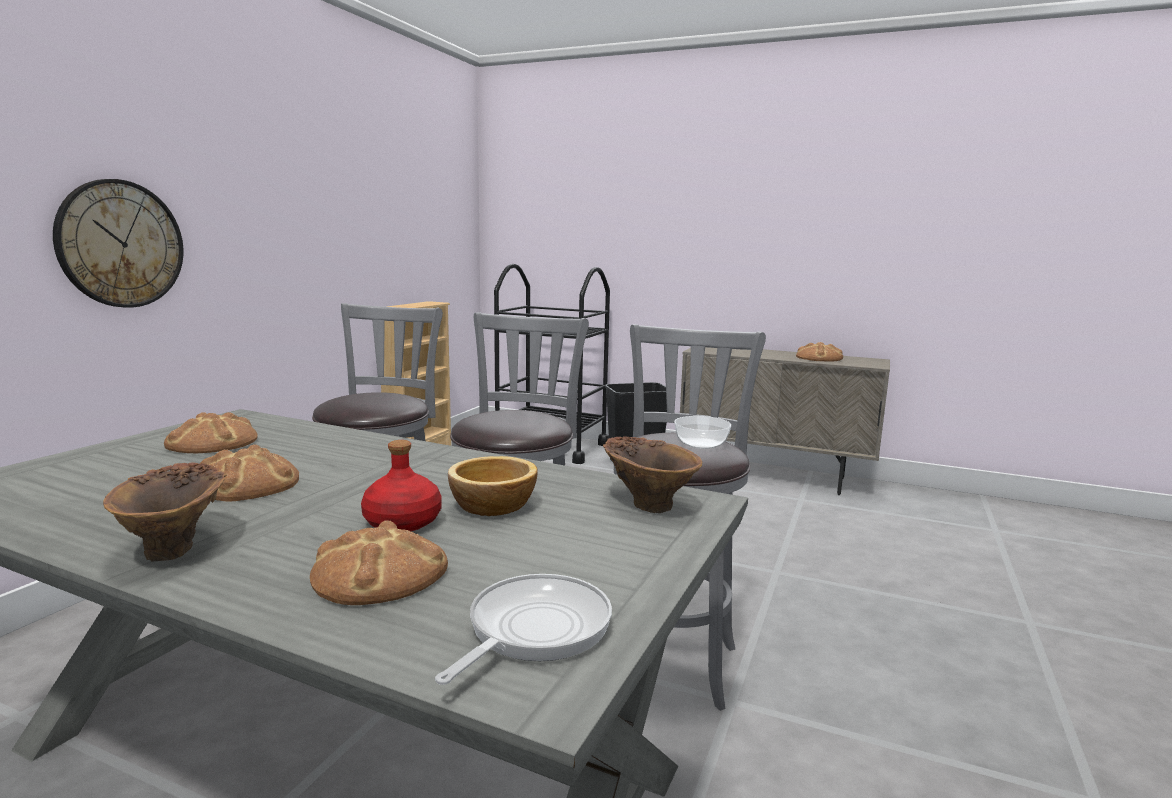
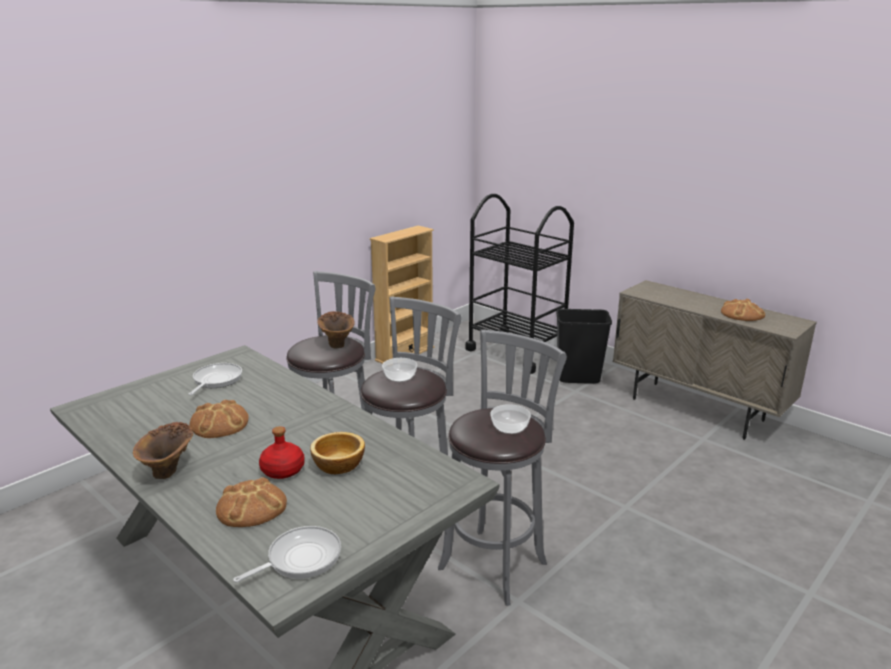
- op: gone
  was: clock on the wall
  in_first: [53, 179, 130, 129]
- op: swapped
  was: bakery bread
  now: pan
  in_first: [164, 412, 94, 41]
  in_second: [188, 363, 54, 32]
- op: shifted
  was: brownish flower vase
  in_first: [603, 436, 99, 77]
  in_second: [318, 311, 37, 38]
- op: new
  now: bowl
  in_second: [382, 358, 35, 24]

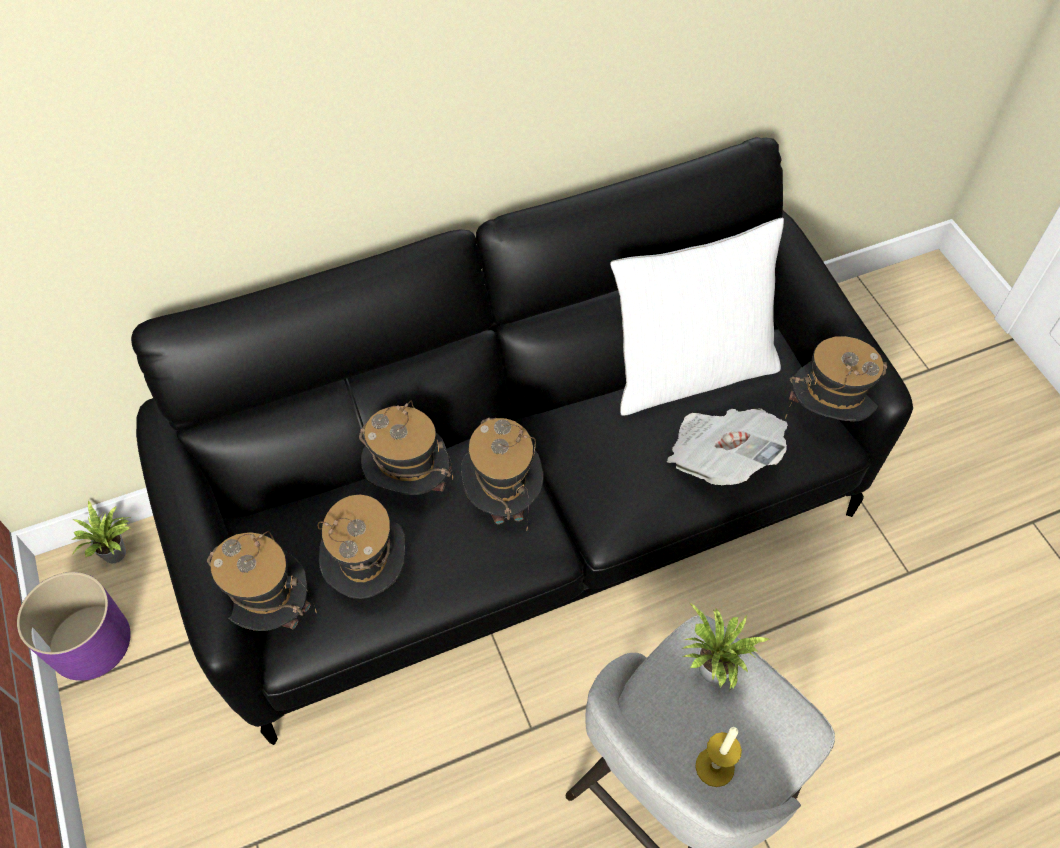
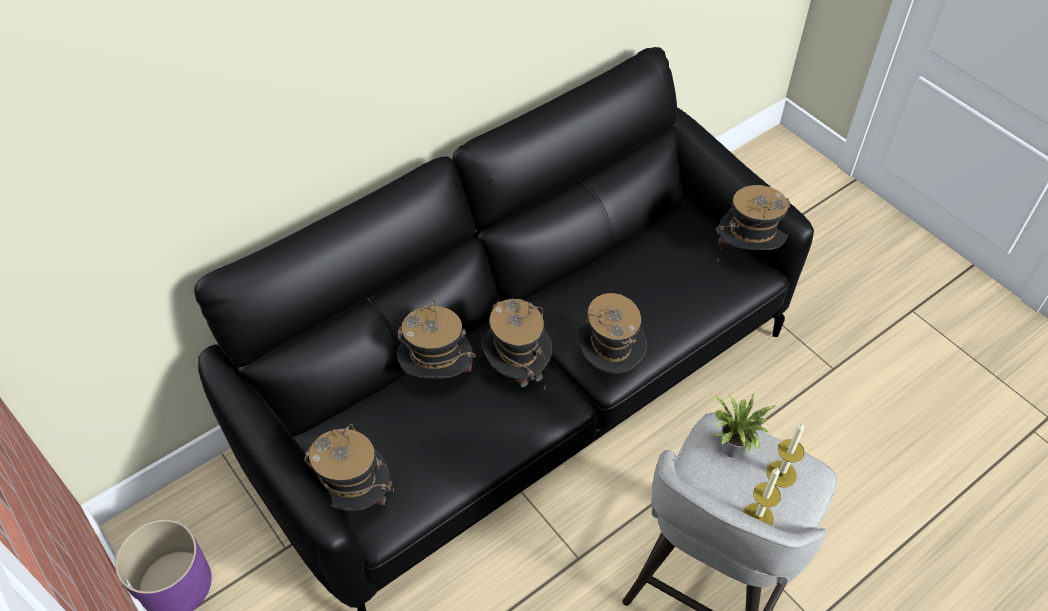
- op: gone
  was: plant in a pot
  in_first: [72, 500, 59, 63]
- op: shifted
  was: hat
  in_first: [318, 495, 88, 104]
  in_second: [577, 293, 70, 81]
- op: gone
  was: white throw pillow
  in_first: [610, 218, 174, 198]
- op: gone
  was: printed paper
  in_first: [667, 408, 121, 77]
- op: new
  now: wax candle
  in_second: [766, 422, 39, 65]

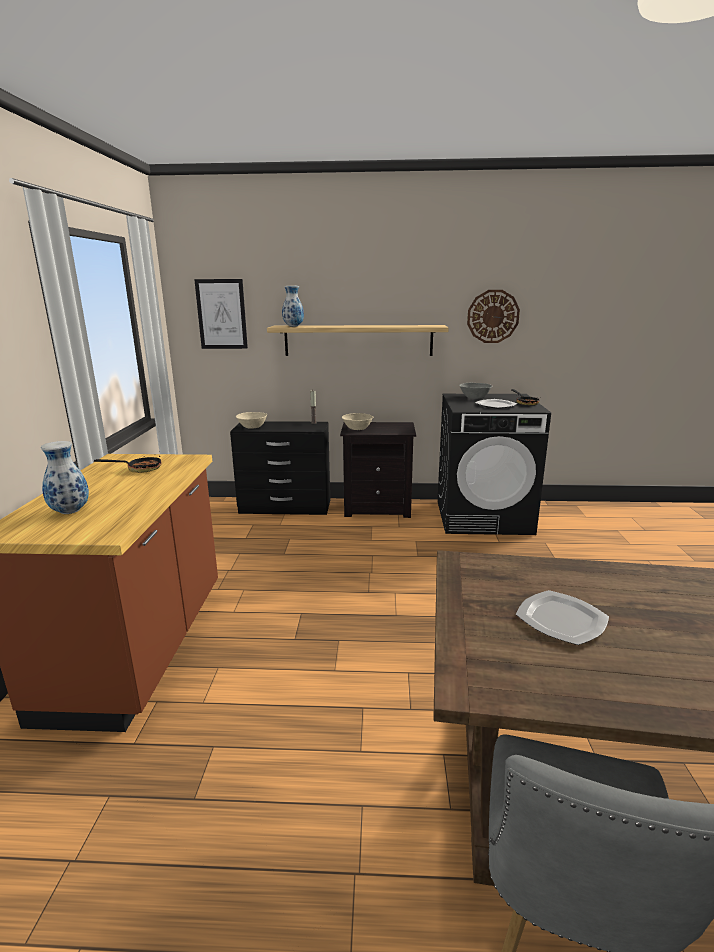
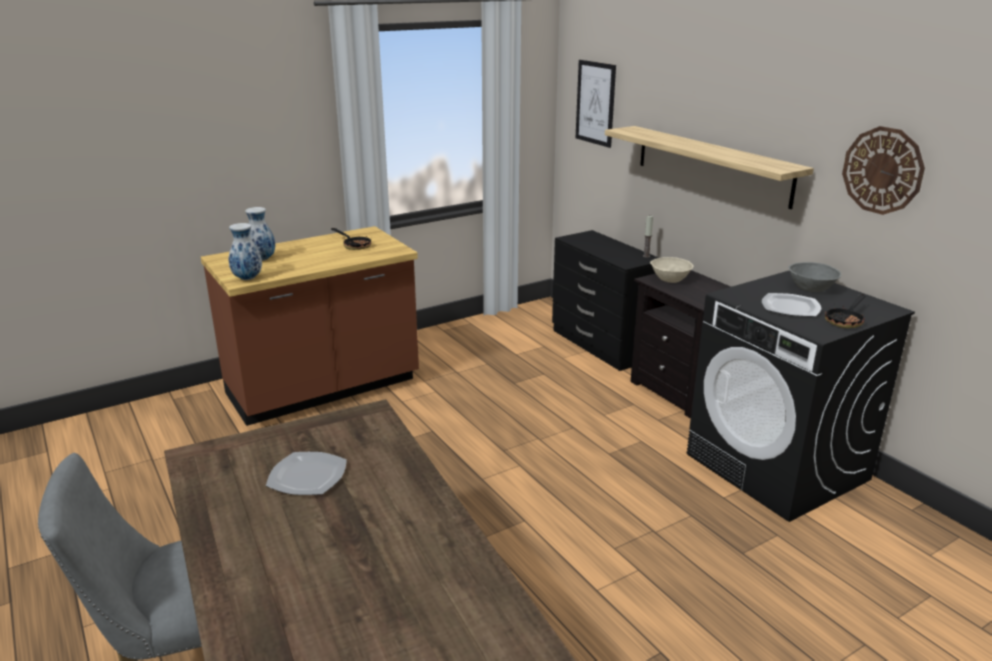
- op: gone
  was: beige-coloured bowl
  in_first: [236, 412, 32, 17]
- op: shifted
  was: flower vase
  in_first: [282, 286, 22, 41]
  in_second: [229, 223, 33, 57]

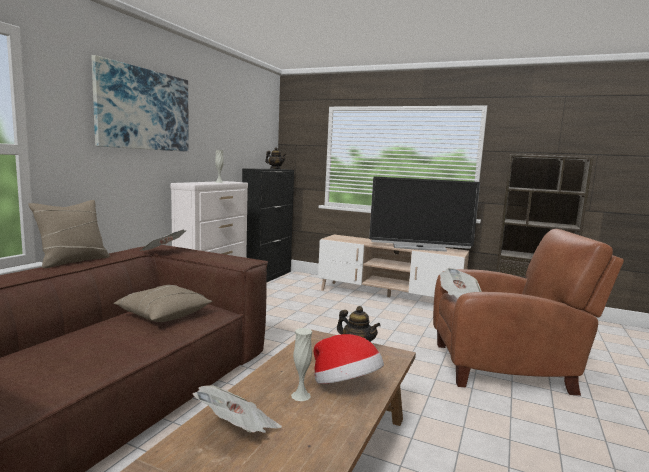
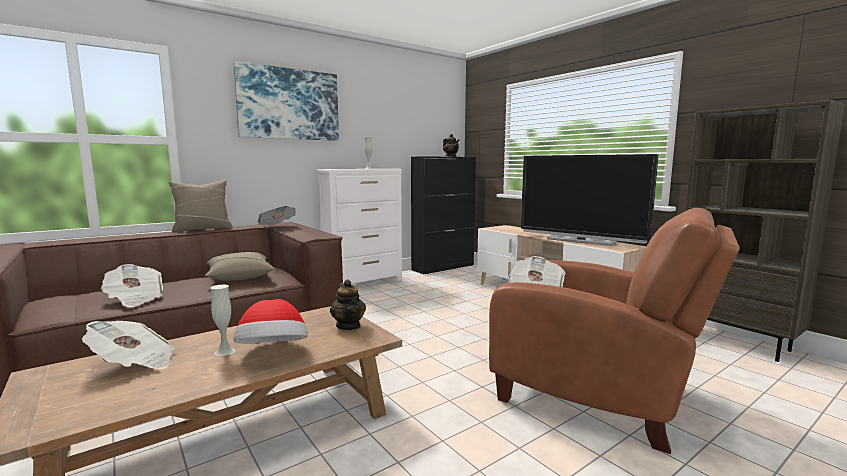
- op: new
  now: printed paper
  in_second: [101, 264, 62, 43]

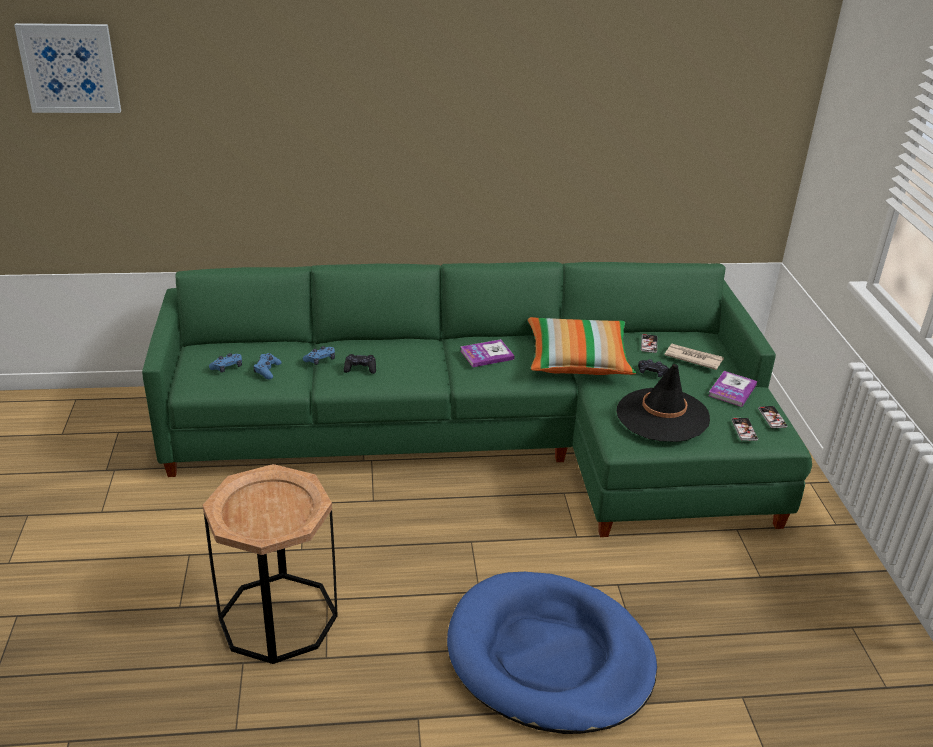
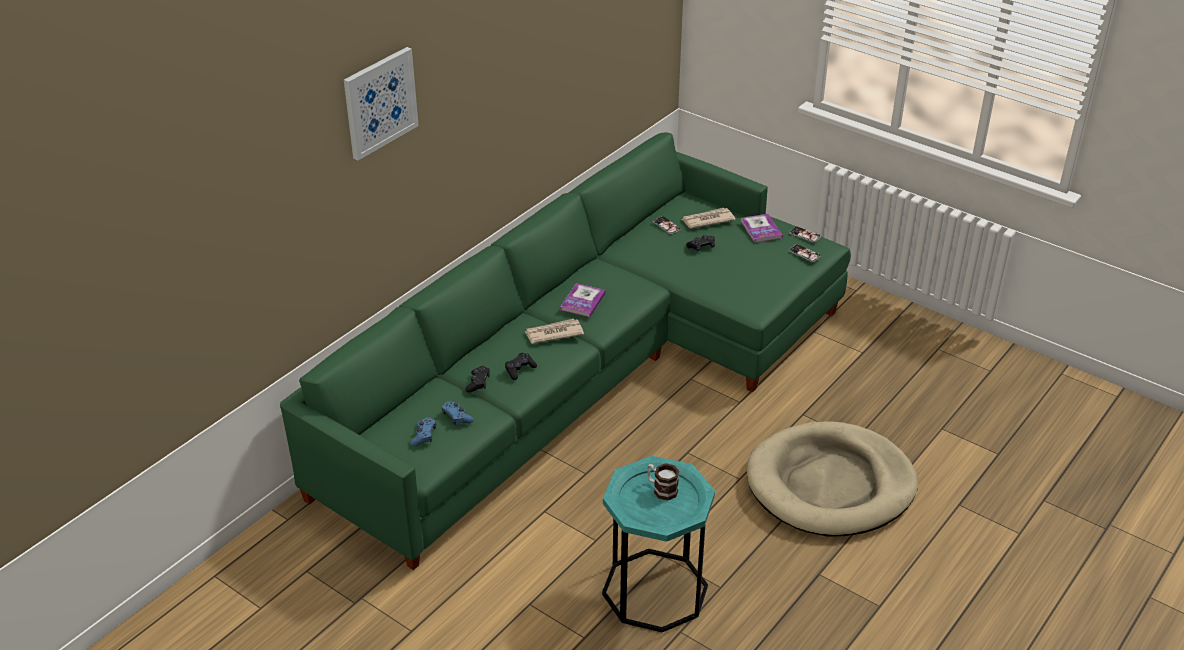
- op: shifted
  was: wall picture
  in_first: [14, 23, 107, 90]
  in_second: [344, 47, 75, 113]
- op: repainted
  was: brownish side table
  now: blue-green side table
  in_first: [203, 464, 135, 200]
  in_second: [602, 456, 113, 176]
- op: repainted
  was: blue gamepad
  now: black gamepad
  in_first: [303, 346, 32, 19]
  in_second: [465, 366, 25, 26]
- op: repainted
  was: blue dog cushion
  now: beige-coloured dog cushion
  in_first: [447, 572, 210, 162]
  in_second: [747, 421, 171, 116]
- op: gone
  was: throw pillow
  in_first: [528, 317, 108, 58]
- op: gone
  was: black hat
  in_first: [617, 364, 93, 78]
- op: new
  now: printed paper
  in_second: [524, 319, 60, 25]
- op: new
  now: coffee mug
  in_second: [647, 463, 32, 38]

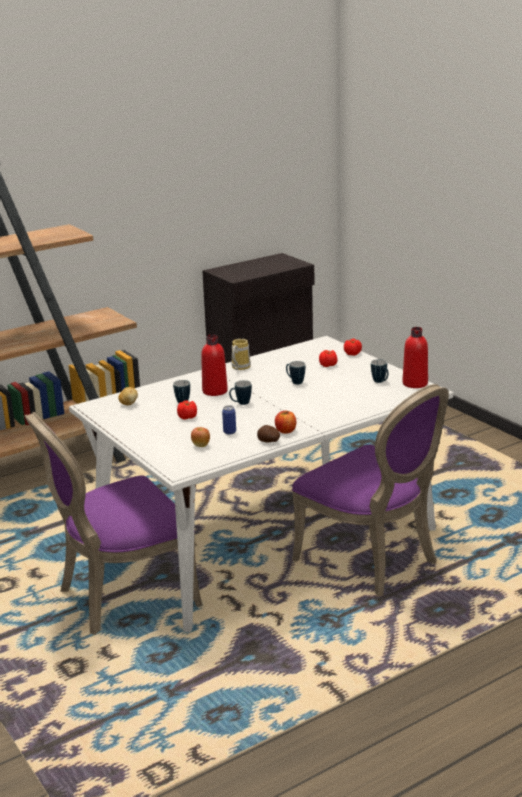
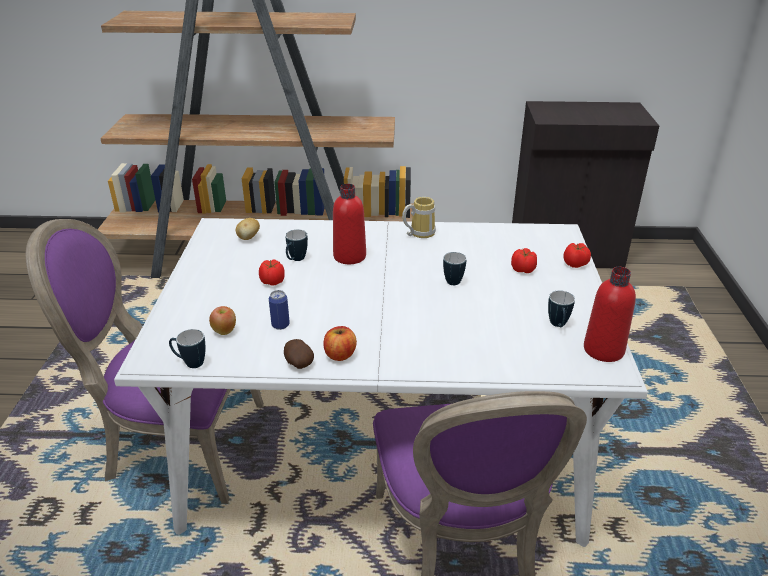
- op: shifted
  was: coffee mug
  in_first: [229, 380, 23, 25]
  in_second: [169, 329, 36, 39]

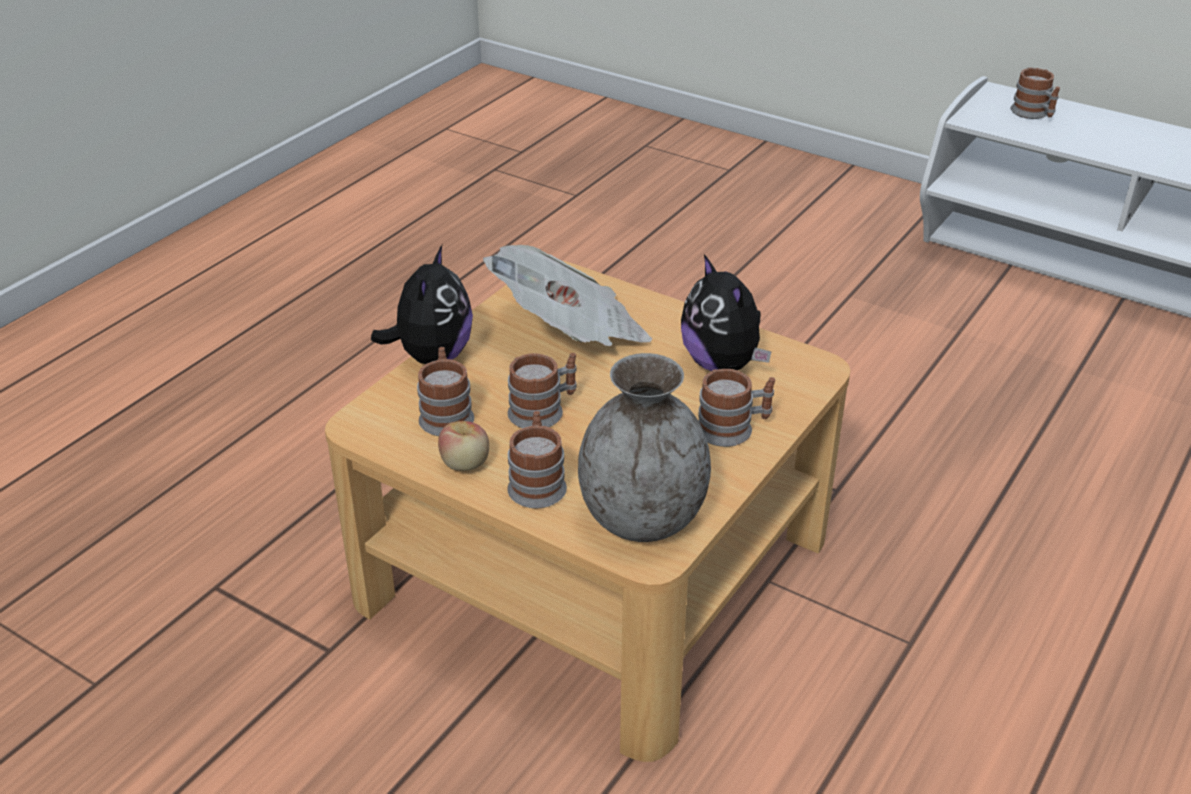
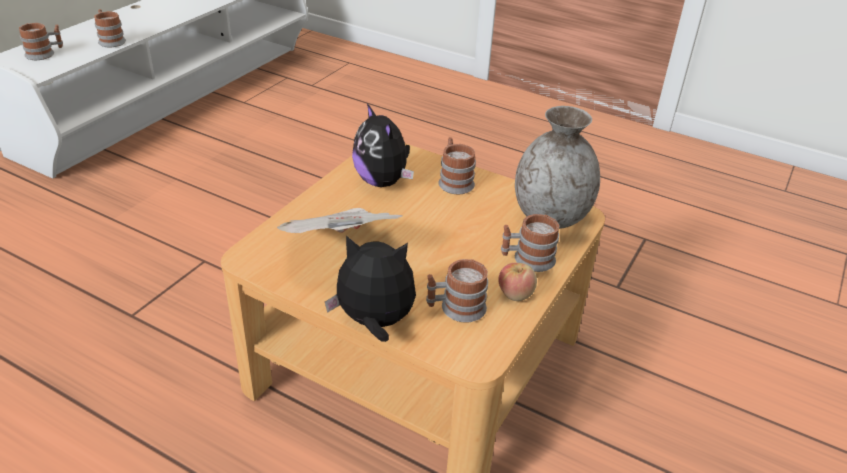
- op: shifted
  was: coffee mug
  in_first: [508, 353, 69, 75]
  in_second: [94, 9, 32, 38]
- op: rotated
  was: plush toy
  in_first: [681, 254, 90, 117]
  in_second: [352, 103, 62, 84]
  clockwise: 90

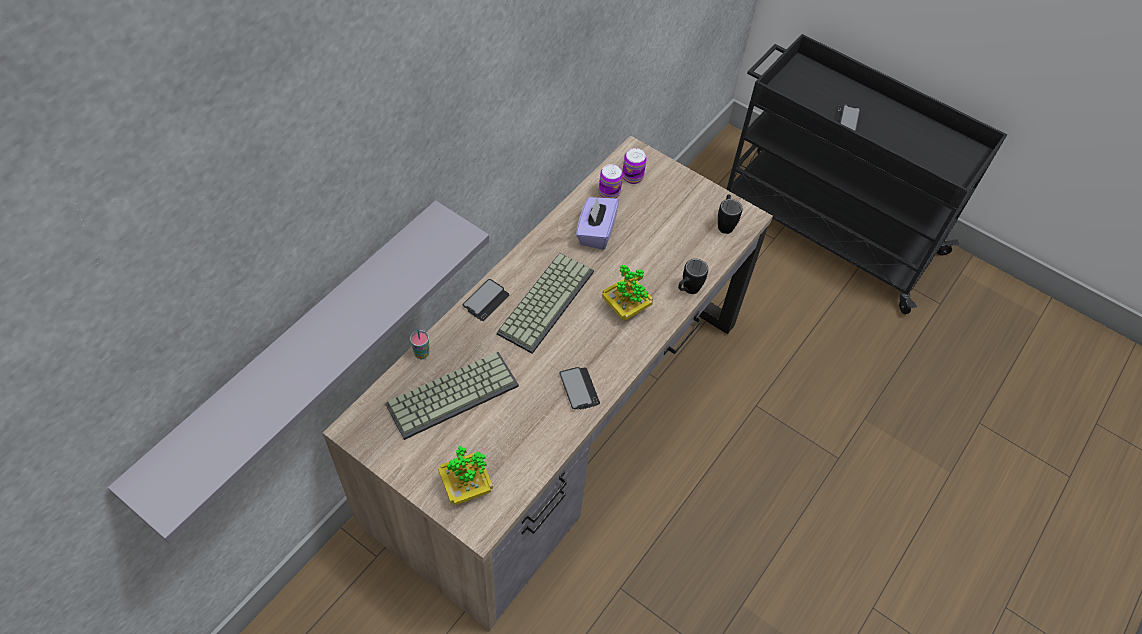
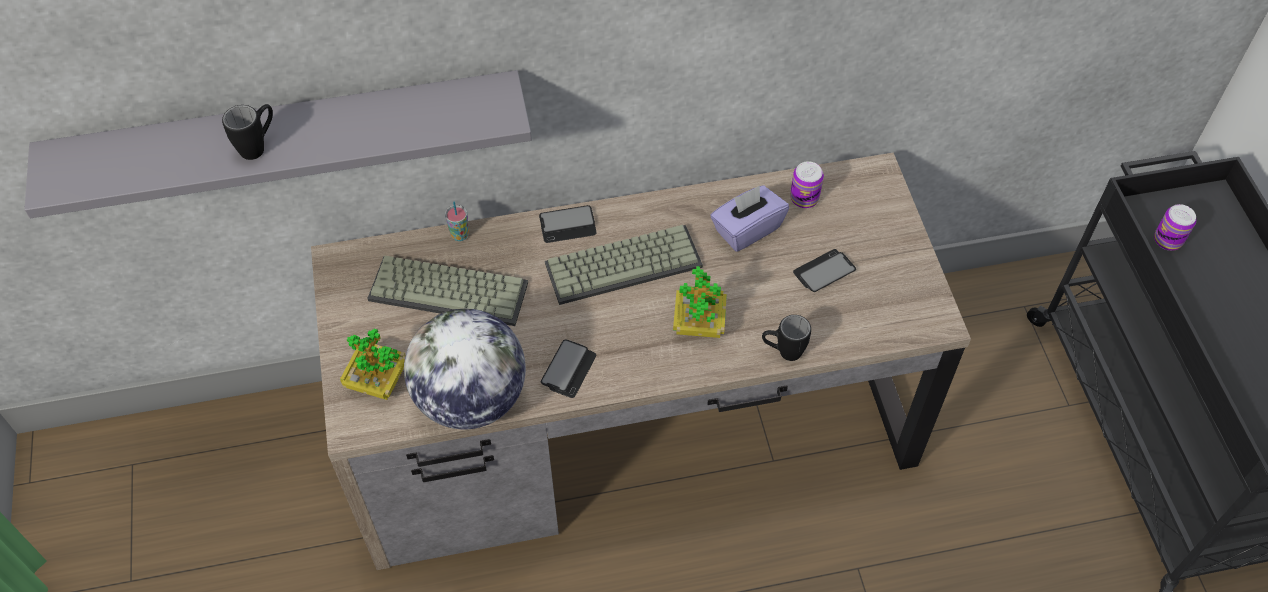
- op: shifted
  was: sealed can
  in_first: [622, 148, 25, 36]
  in_second: [1154, 204, 42, 47]
- op: shifted
  was: black coffee mug
  in_first: [718, 194, 25, 40]
  in_second: [222, 104, 51, 56]
- op: shifted
  was: handset
  in_first: [834, 105, 26, 26]
  in_second: [793, 249, 63, 43]
- op: new
  now: desk globe
  in_second: [404, 308, 122, 122]

